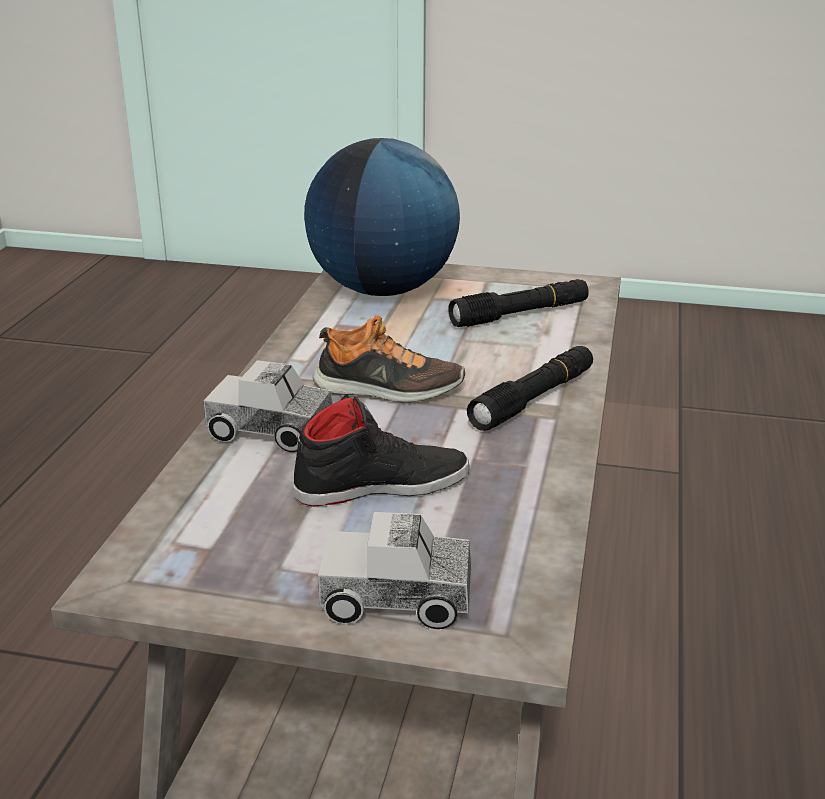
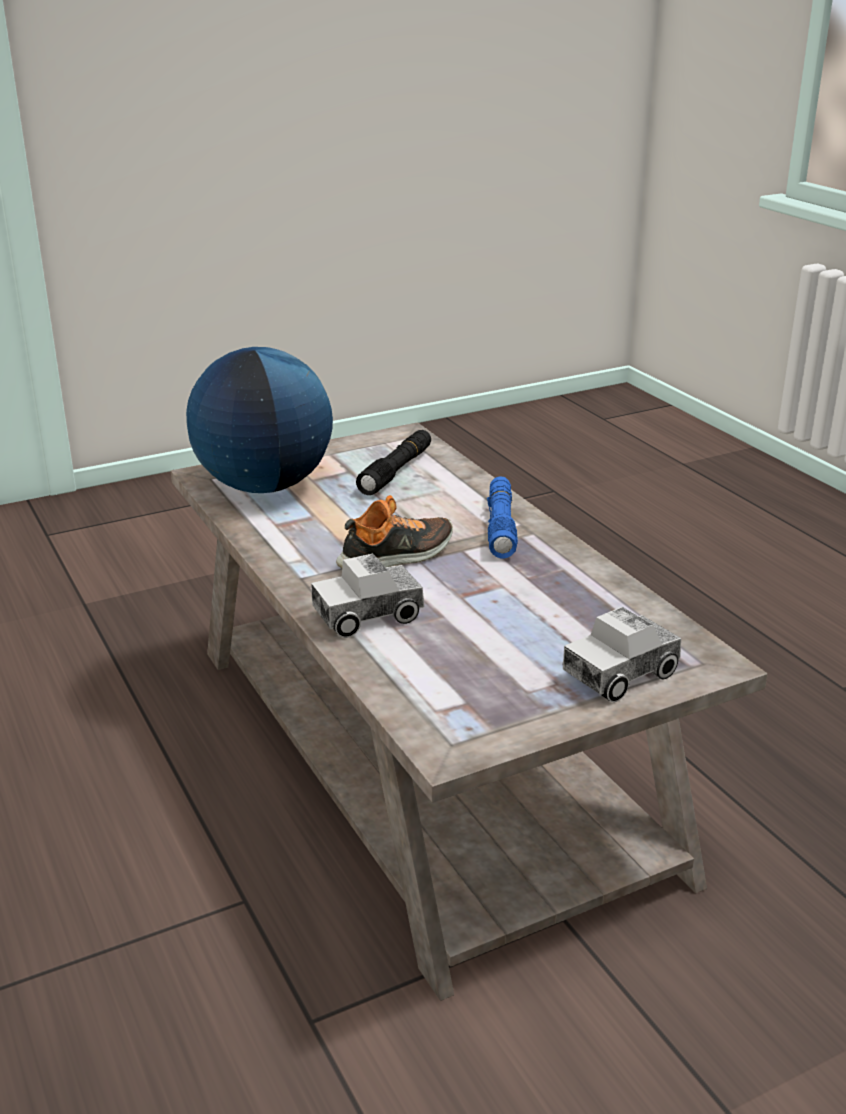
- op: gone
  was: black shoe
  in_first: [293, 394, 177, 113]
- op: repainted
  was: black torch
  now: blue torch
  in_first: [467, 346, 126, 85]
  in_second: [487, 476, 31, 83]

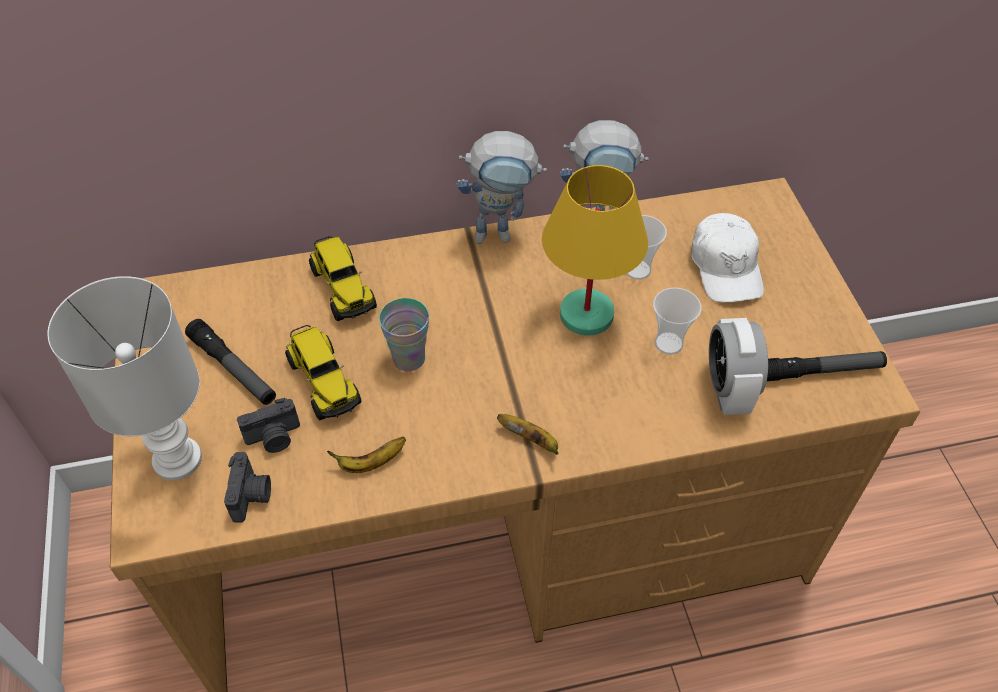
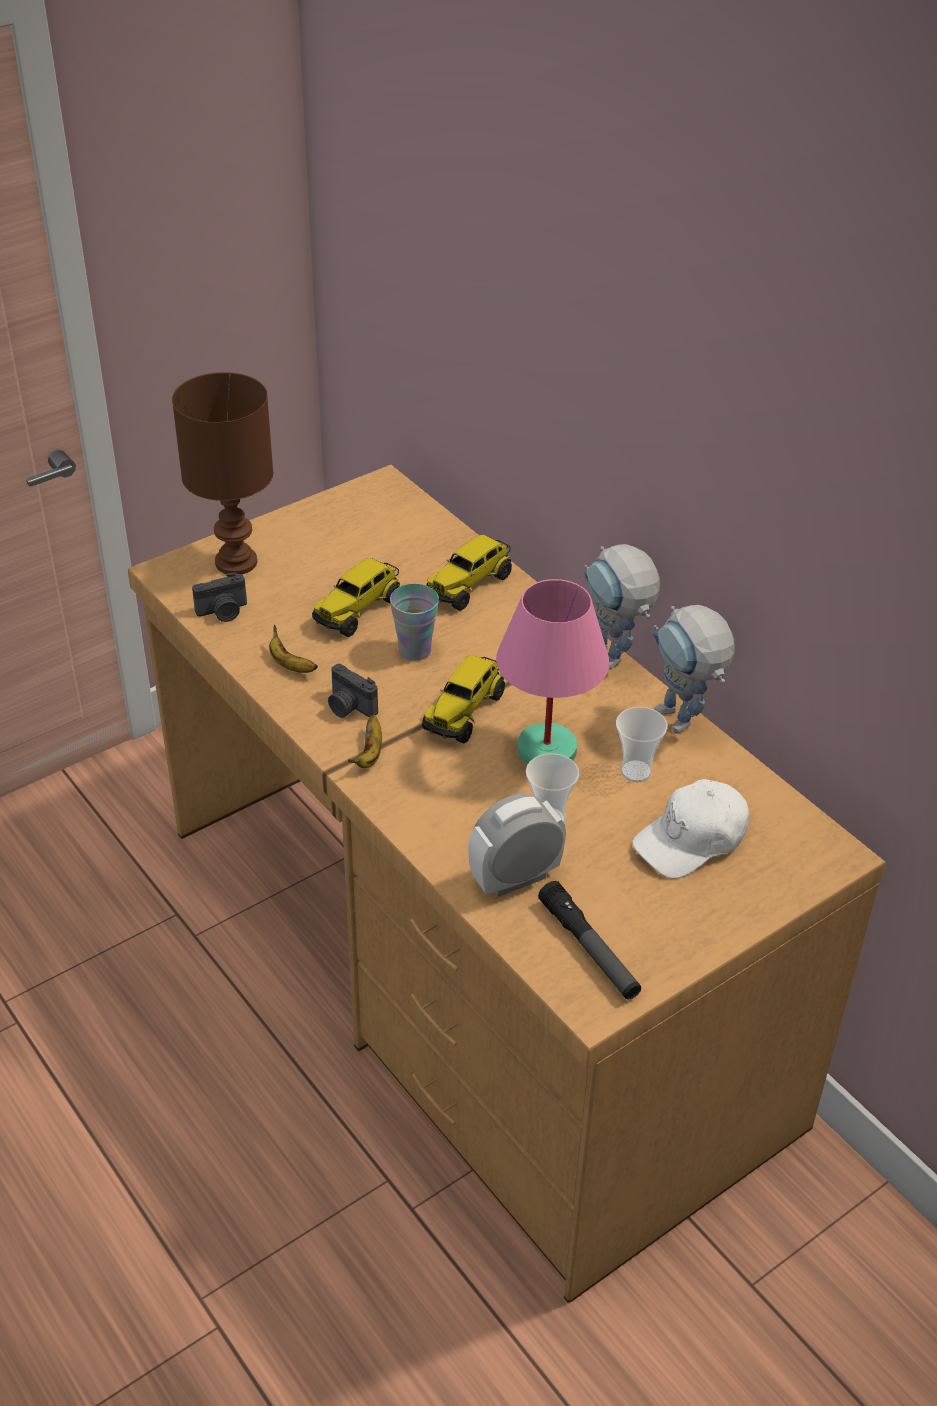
- op: repainted
  was: white table lamp
  now: brownish table lamp
  in_first: [47, 276, 155, 204]
  in_second: [172, 372, 101, 202]
- op: gone
  was: torch
  in_first: [185, 319, 91, 86]
- op: shifted
  was: still camera
  in_first: [237, 398, 63, 55]
  in_second: [328, 664, 50, 54]
- op: repainted
  was: yellowish table lamp
  now: pinkish table lamp
  in_first: [542, 165, 106, 171]
  in_second: [496, 579, 114, 186]
- op: new
  now: toy truck
  in_second: [422, 655, 83, 89]

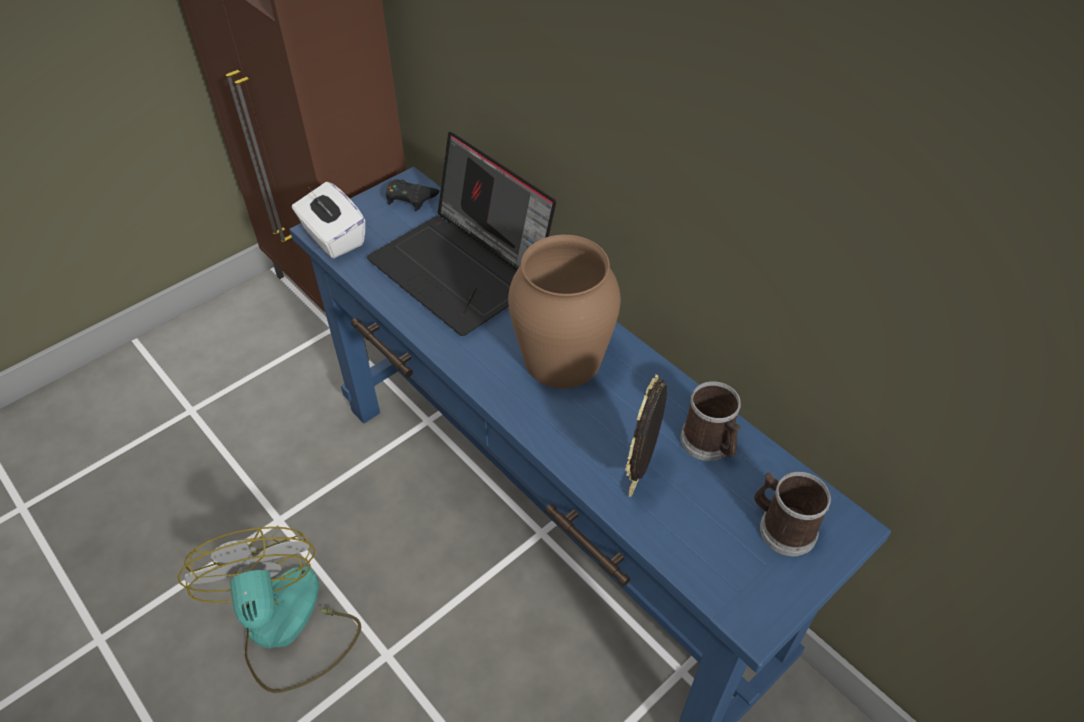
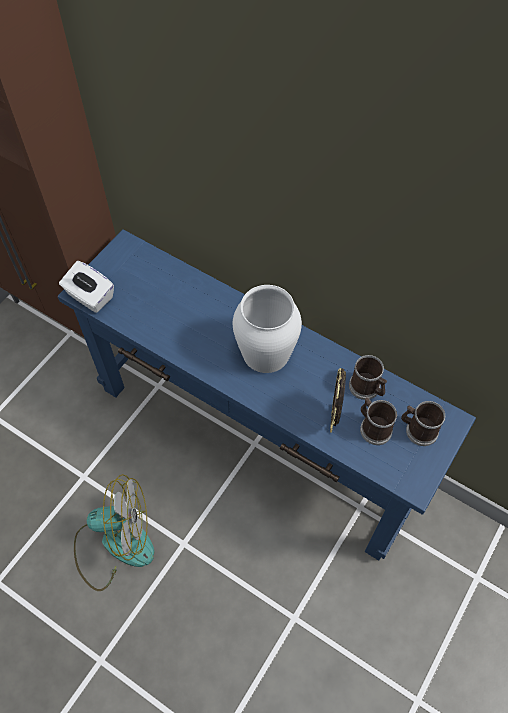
- op: rotated
  was: cooling fan
  in_first: [177, 527, 184, 166]
  in_second: [74, 474, 80, 117]
  clockwise: 120
- op: gone
  was: laptop
  in_first: [367, 132, 189, 204]
- op: gone
  was: black gamepad
  in_first: [386, 179, 53, 32]
- op: repainted
  was: brownish flower vase
  now: white flower vase
  in_first: [508, 235, 113, 153]
  in_second: [233, 285, 69, 88]
- op: new
  now: coffee mug
  in_second: [360, 397, 38, 48]

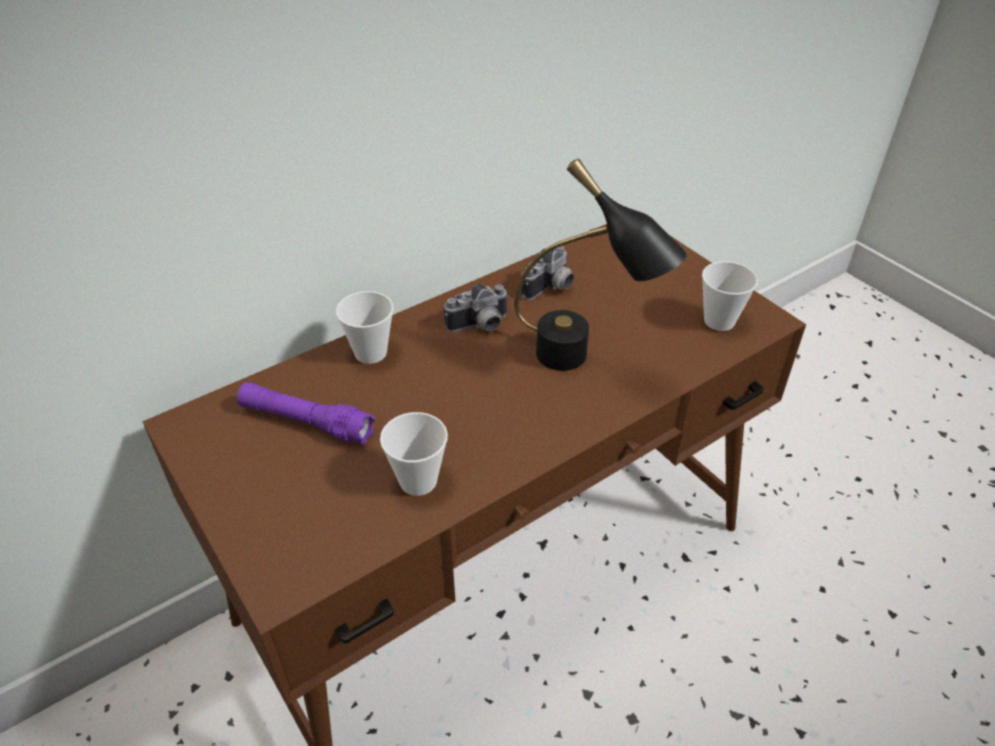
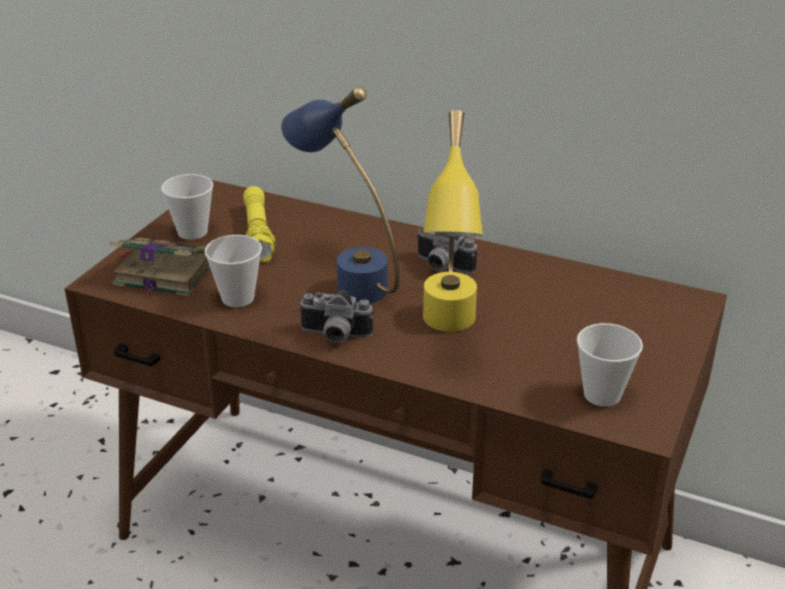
- op: repainted
  was: purple torch
  now: yellowish torch
  in_first: [237, 382, 139, 62]
  in_second: [243, 186, 32, 76]
- op: shifted
  was: cup
  in_first: [336, 291, 58, 73]
  in_second: [161, 174, 52, 66]
- op: repainted
  was: black table lamp
  now: yellowish table lamp
  in_first: [514, 159, 173, 212]
  in_second: [423, 110, 60, 222]
- op: shifted
  was: still camera
  in_first: [521, 246, 53, 54]
  in_second: [298, 290, 75, 53]
- op: new
  now: bound book
  in_second: [110, 238, 100, 58]
- op: new
  now: blue table lamp
  in_second: [281, 87, 119, 216]

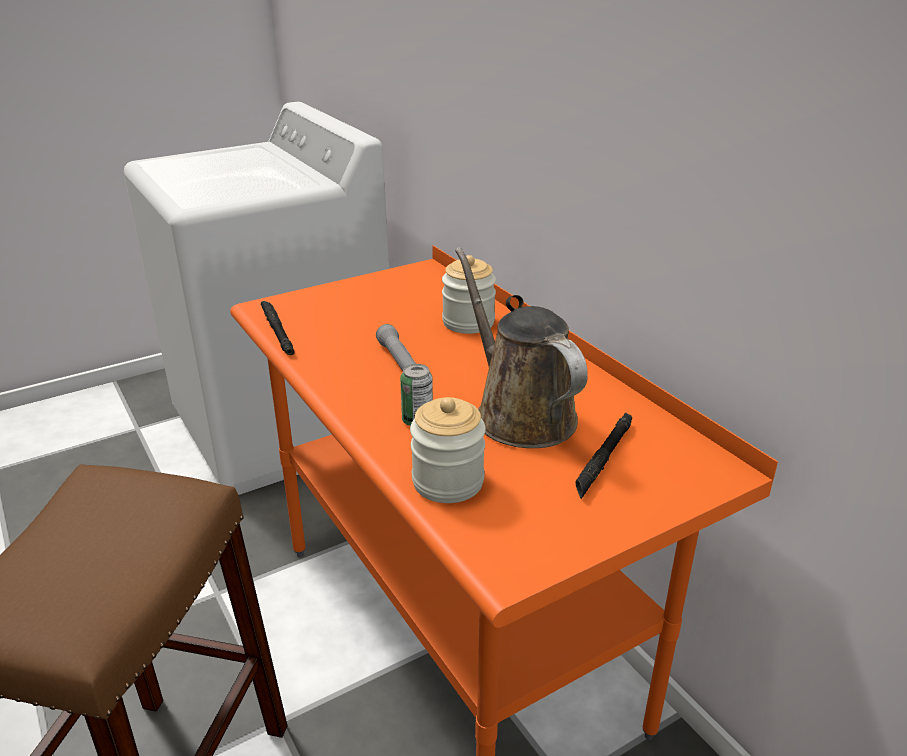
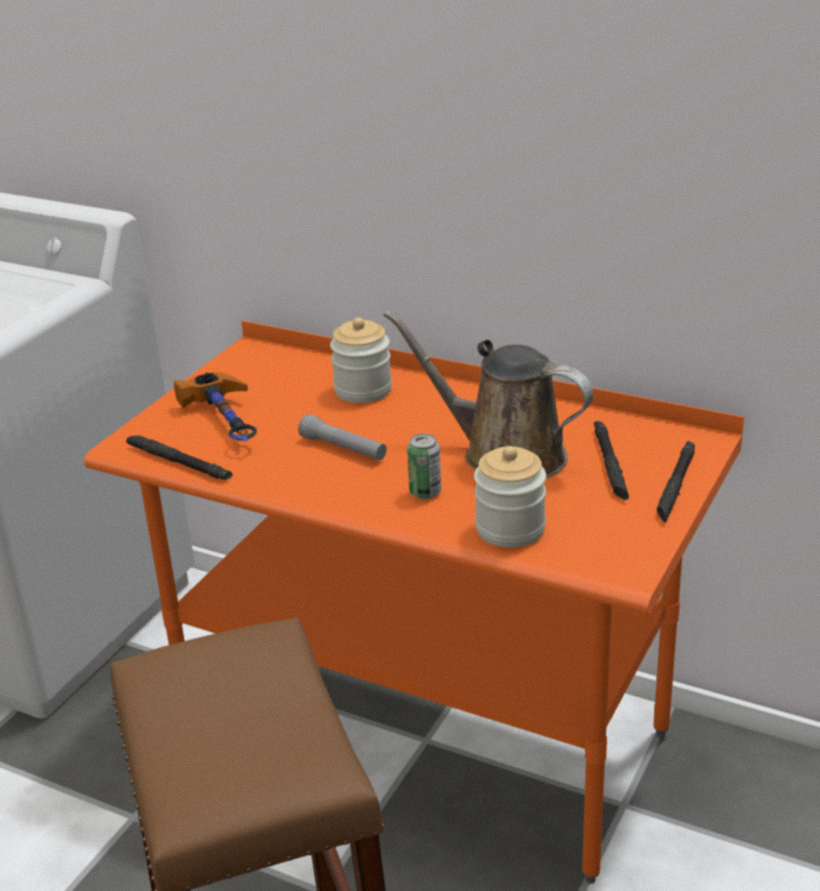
- op: new
  now: hammer
  in_second: [174, 372, 83, 69]
- op: new
  now: black torch
  in_second: [657, 441, 38, 81]

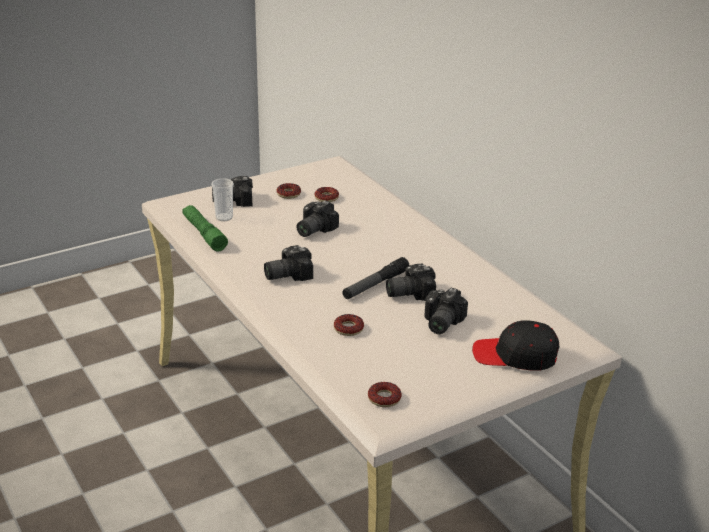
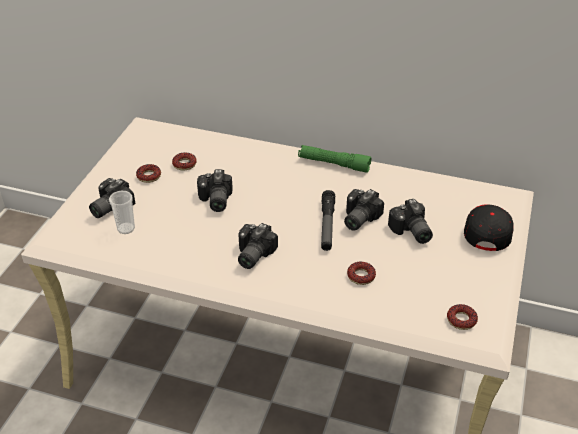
- op: shifted
  was: greenish torch
  in_first: [182, 205, 46, 46]
  in_second: [298, 145, 73, 28]
- op: rotated
  was: black peaked cap
  in_first: [472, 321, 87, 50]
  in_second: [464, 204, 50, 47]
  clockwise: 135

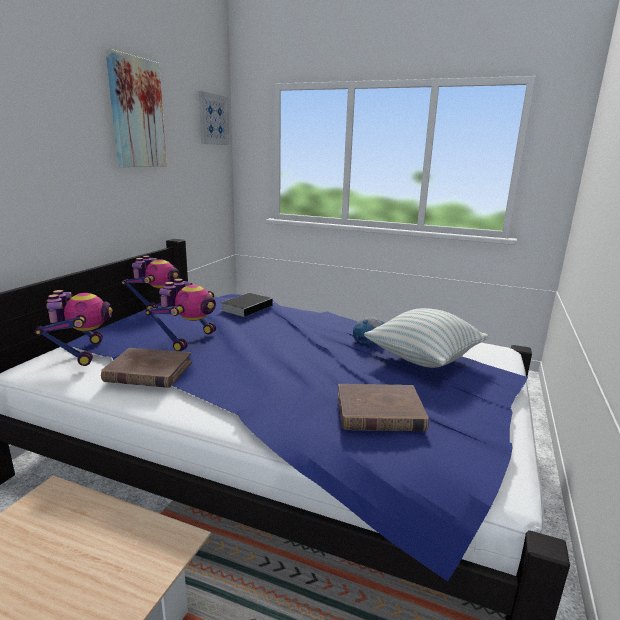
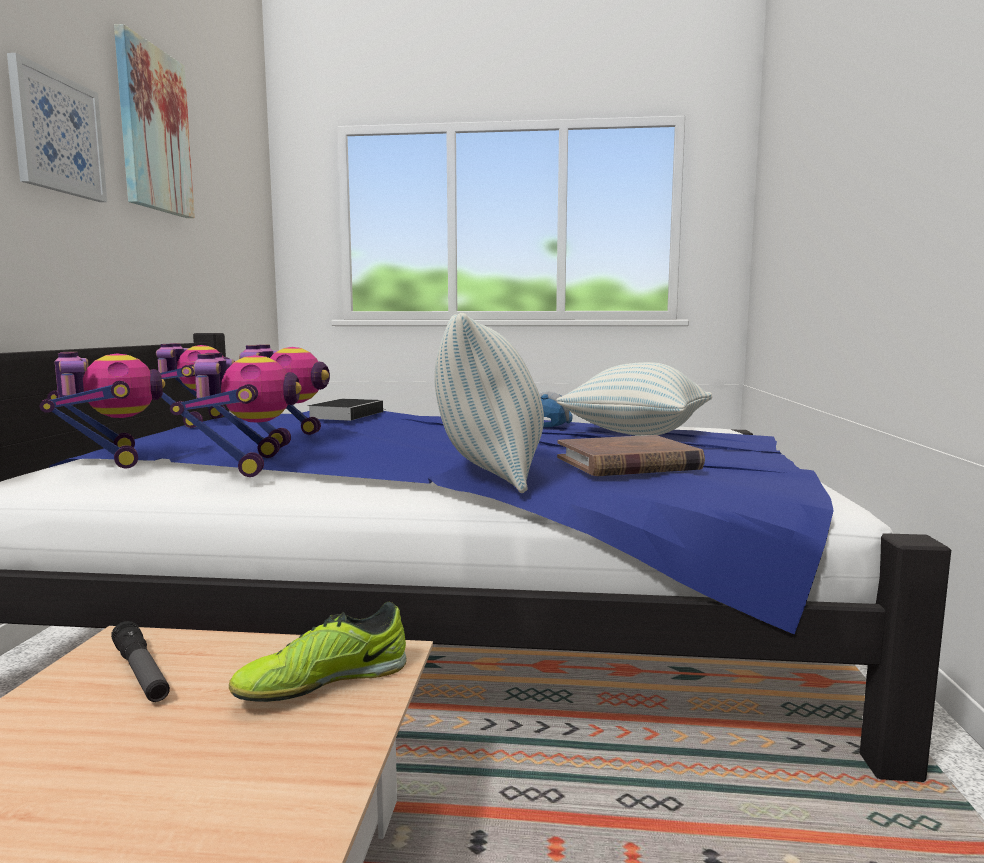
- op: swapped
  was: brownish bound book
  now: robot figure
  in_first: [101, 348, 91, 40]
  in_second: [170, 353, 132, 124]
- op: shifted
  was: wall picture
  in_first: [199, 91, 30, 54]
  in_second: [7, 53, 100, 149]
- op: new
  now: torch
  in_second: [111, 621, 59, 81]
- op: new
  now: shoe
  in_second: [229, 602, 177, 100]
- op: new
  now: throw pillow
  in_second: [434, 313, 110, 180]

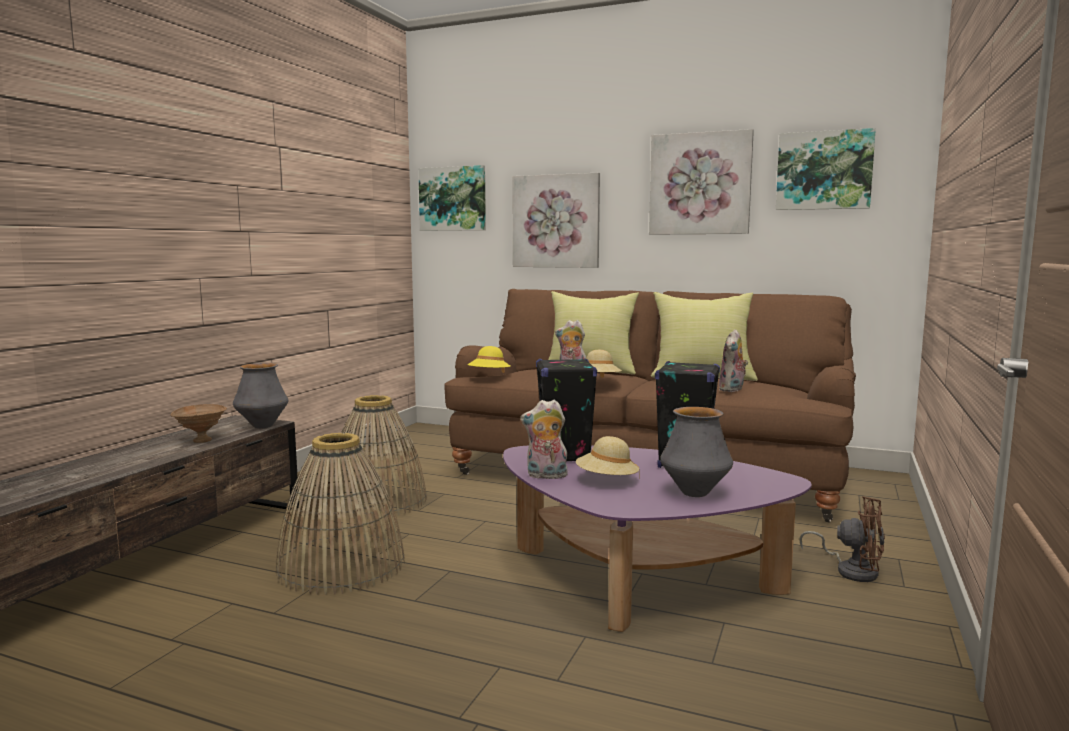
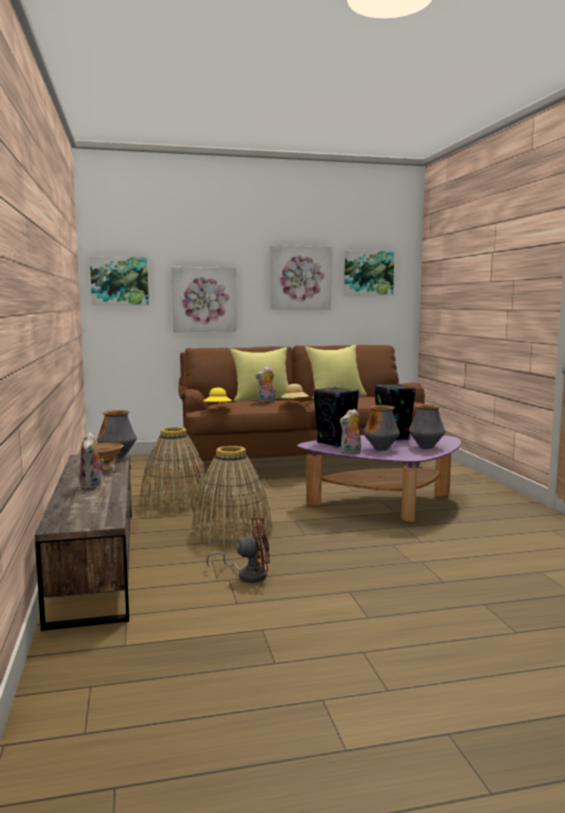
- op: swapped
  was: beige-coloured hat
  now: flower vase
  in_first: [576, 436, 64, 39]
  in_second: [363, 405, 37, 46]
- op: shifted
  was: plush toy
  in_first: [719, 329, 29, 63]
  in_second: [79, 432, 25, 58]
- op: shifted
  was: brownish cooling fan
  in_first: [799, 496, 86, 86]
  in_second: [206, 518, 64, 65]

